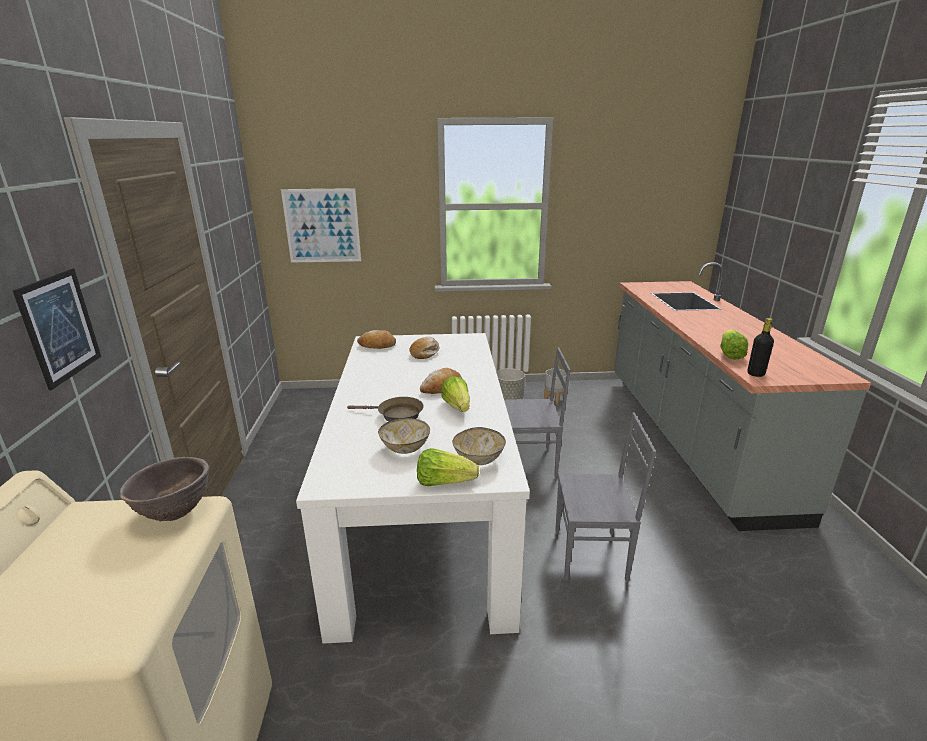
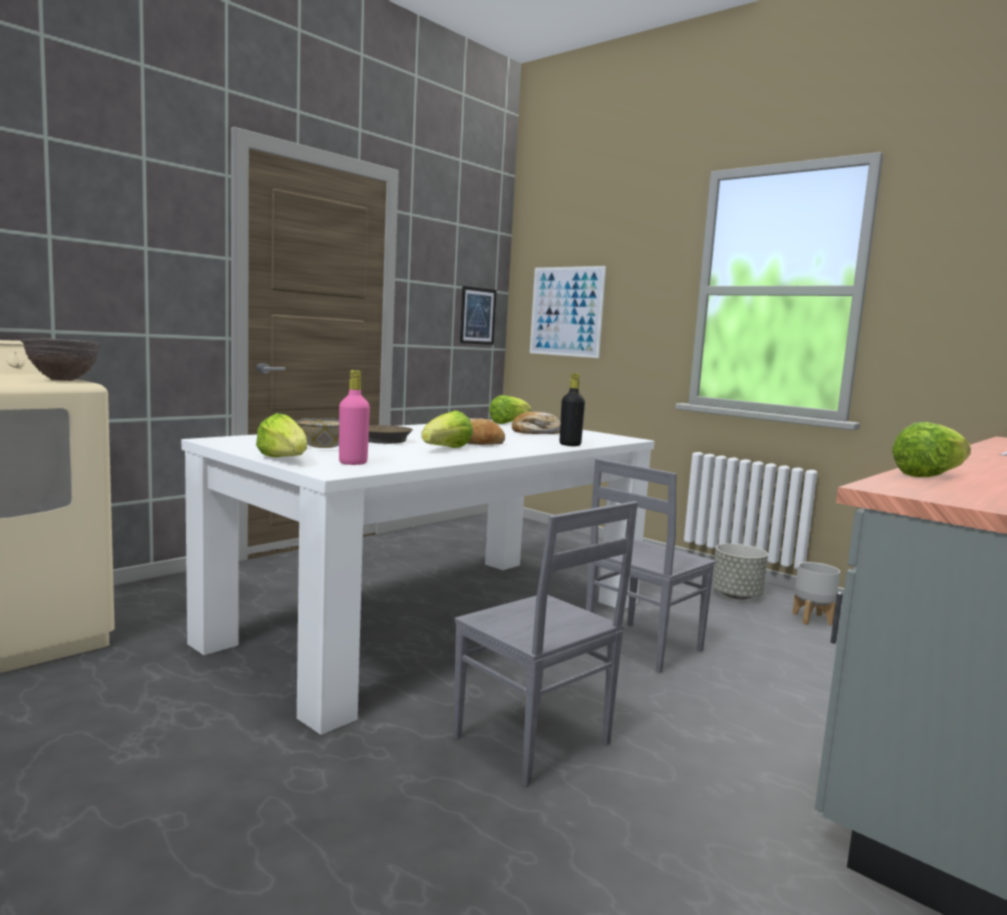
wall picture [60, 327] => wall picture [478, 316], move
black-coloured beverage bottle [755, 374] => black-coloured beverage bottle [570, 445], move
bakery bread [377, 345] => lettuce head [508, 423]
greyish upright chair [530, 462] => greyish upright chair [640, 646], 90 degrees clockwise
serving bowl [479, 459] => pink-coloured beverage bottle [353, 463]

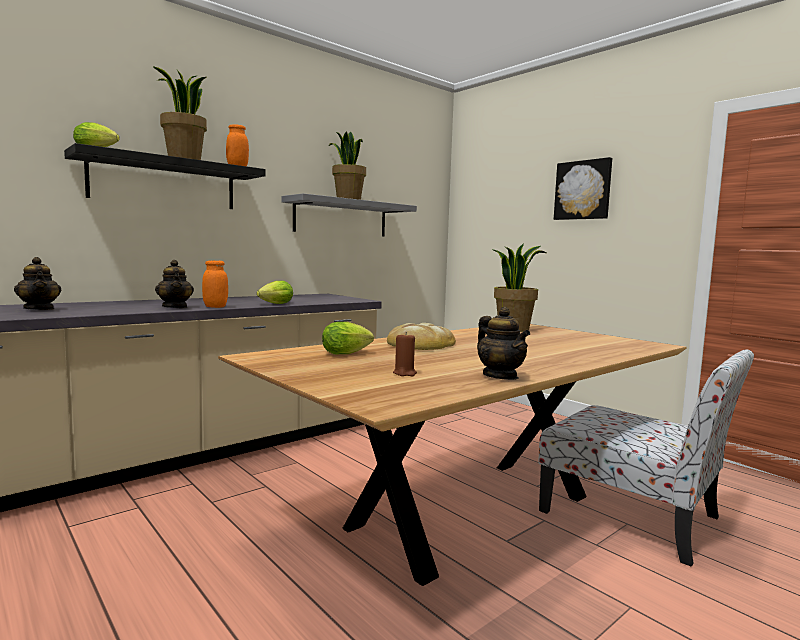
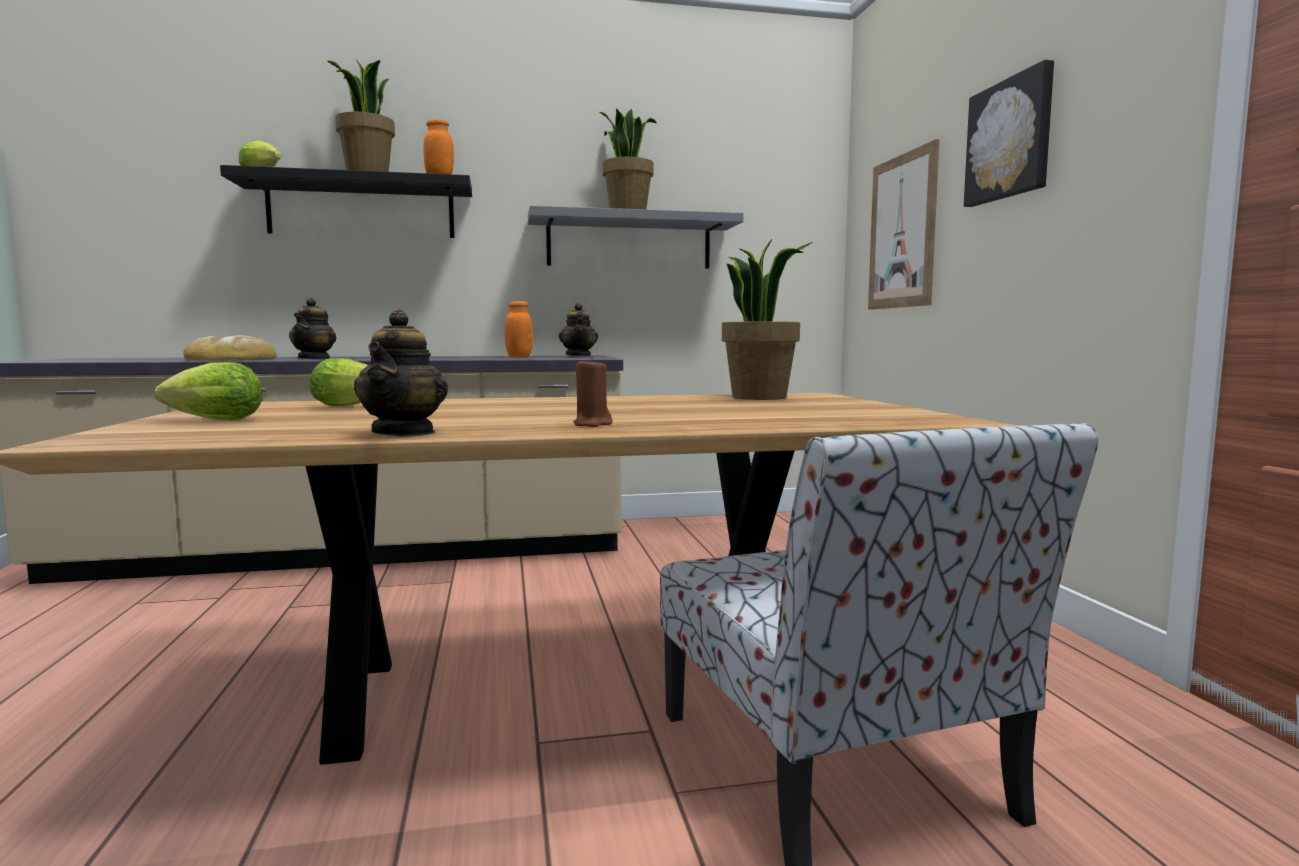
tea pot [39, 309] => tea pot [579, 356], move
orange preserve jar [215, 307] => orange preserve jar [519, 357], move
lettuce head [274, 304] => lettuce head [210, 421], move
bakery bread [420, 344] => bakery bread [231, 359], move
brownish wax light [405, 373] => brownish wax light [592, 424], move
nothing => wall picture [902, 232]

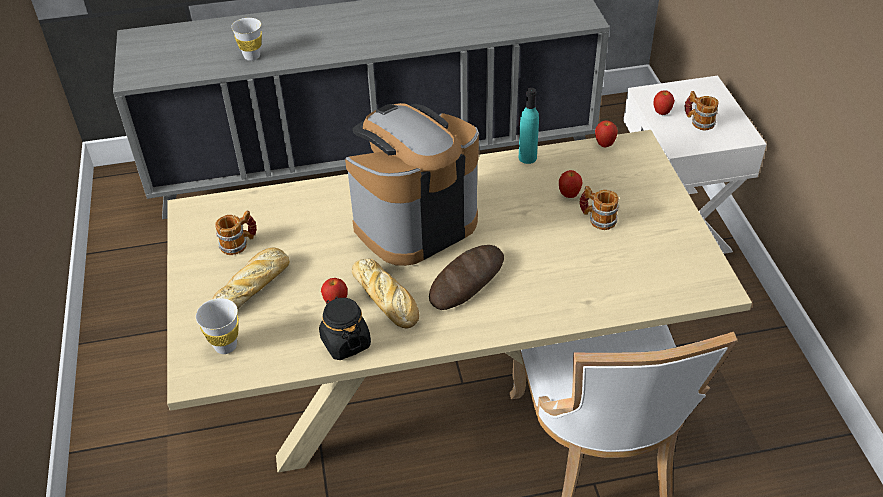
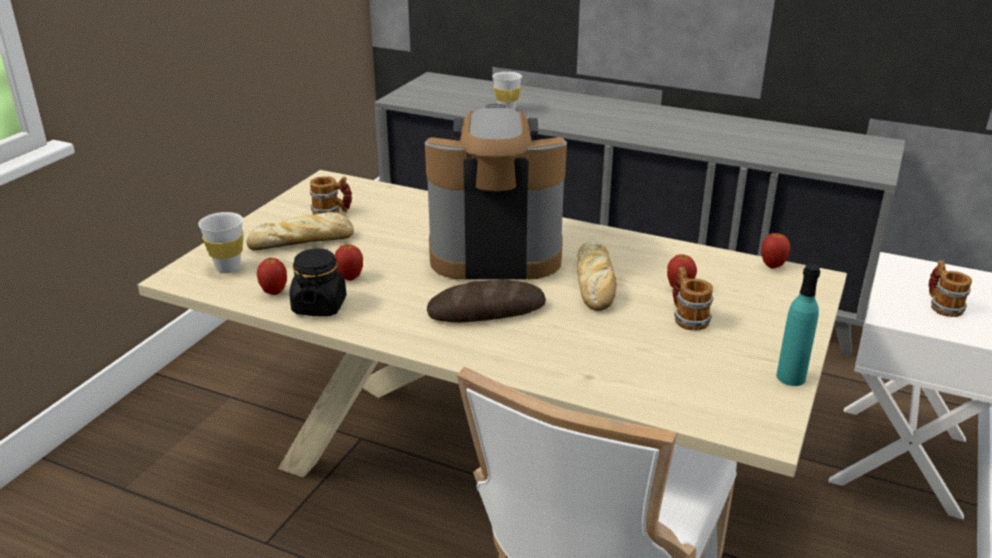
blue-green beverage bottle [527, 157] => blue-green beverage bottle [790, 377], move
apple [661, 113] => apple [274, 292], move
bakery bread [386, 298] => bakery bread [595, 284], move

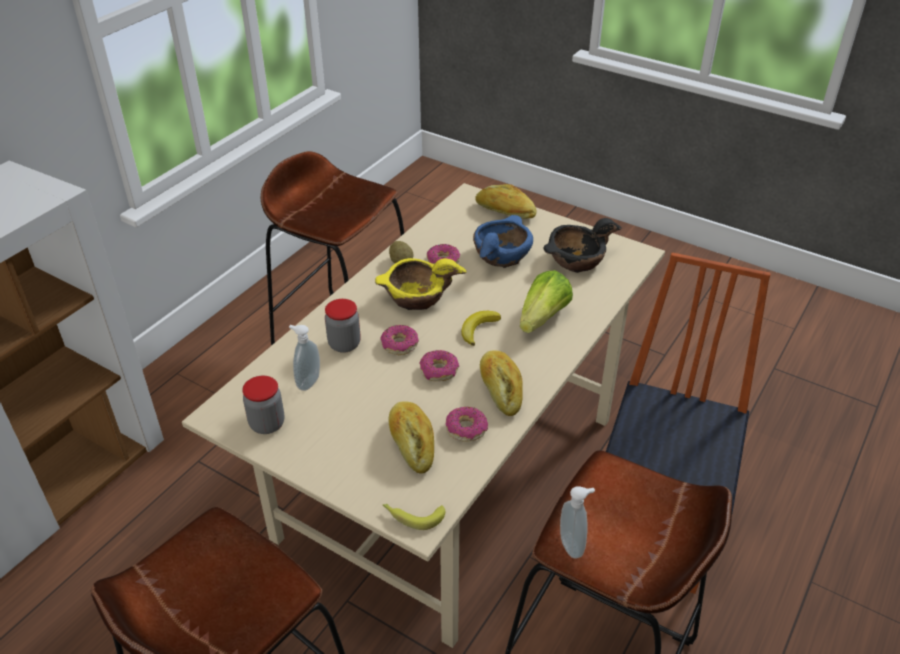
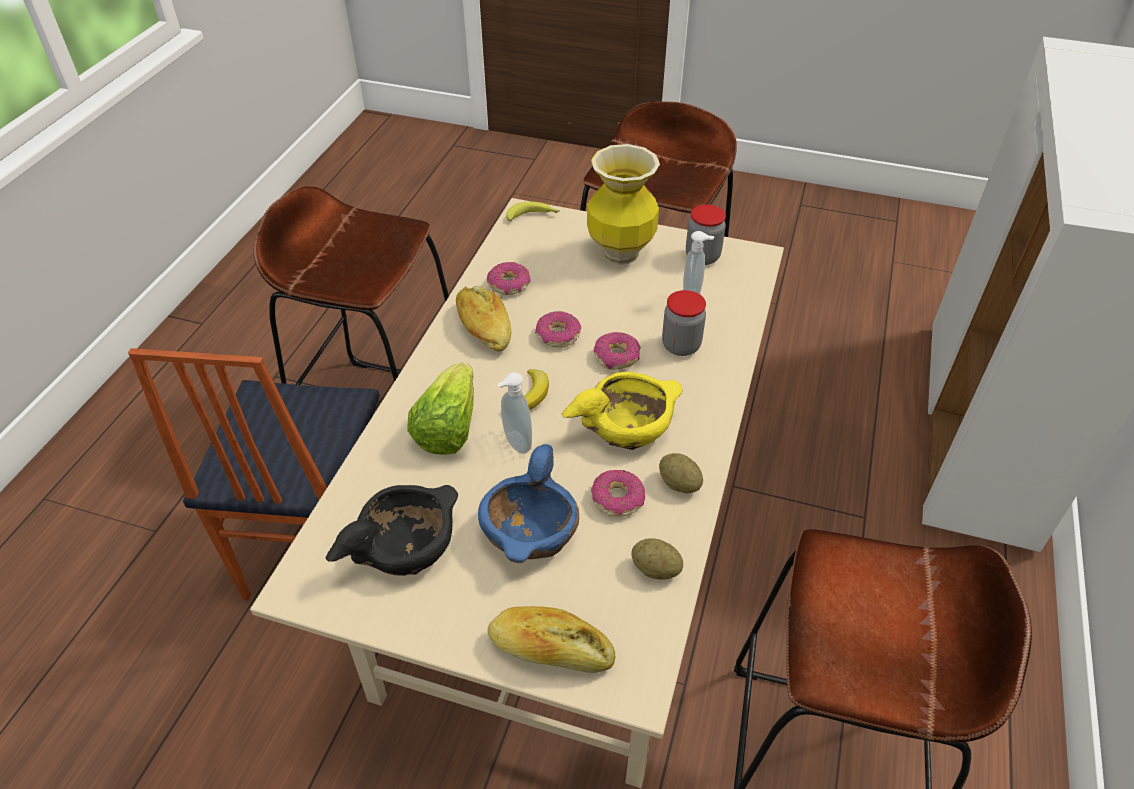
bakery bread [412, 443] => nothing
soap bottle [573, 545] => soap bottle [515, 443], move
nothing => flower vase [620, 253]
nothing => potato [655, 569]

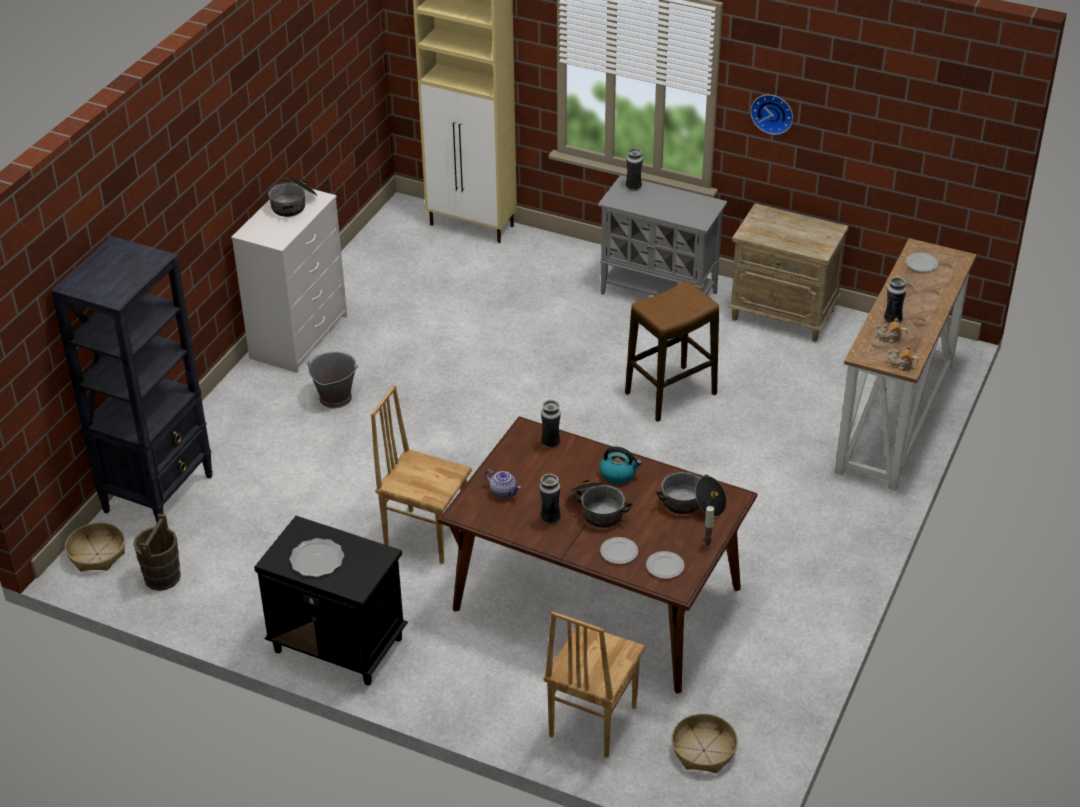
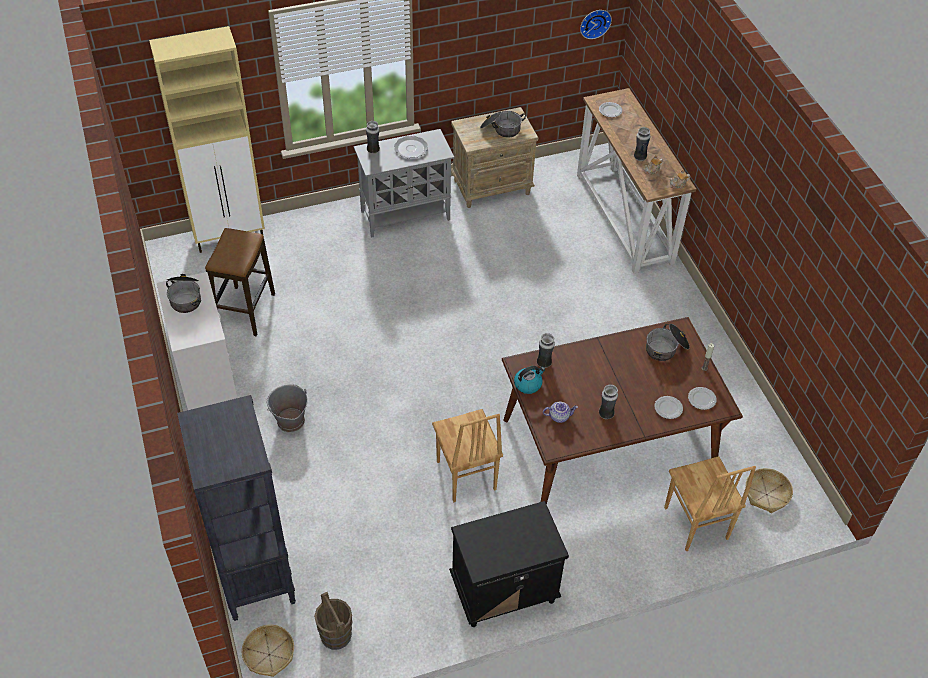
wall clock [773, 112] => wall clock [594, 22], move
sitting stool [670, 394] => sitting stool [246, 311], move
brownish upright chair [426, 535] => brownish upright chair [465, 476], 90 degrees counterclockwise
tea kettle [618, 474] => tea kettle [528, 384], move
stockpot [597, 509] => stockpot [501, 129], move
plate [317, 559] => plate [410, 148], move

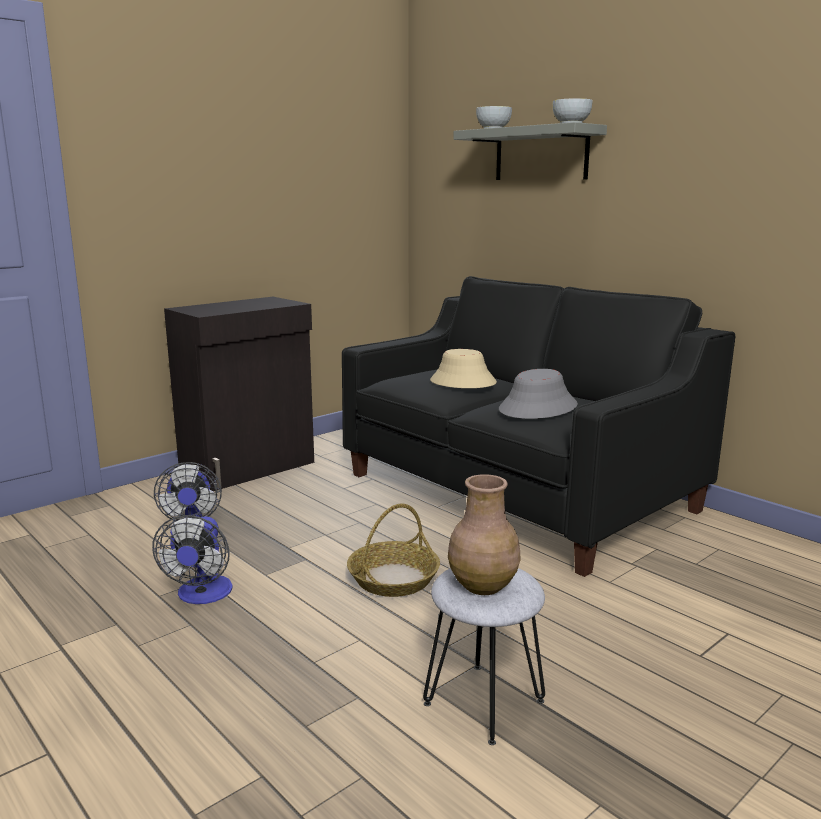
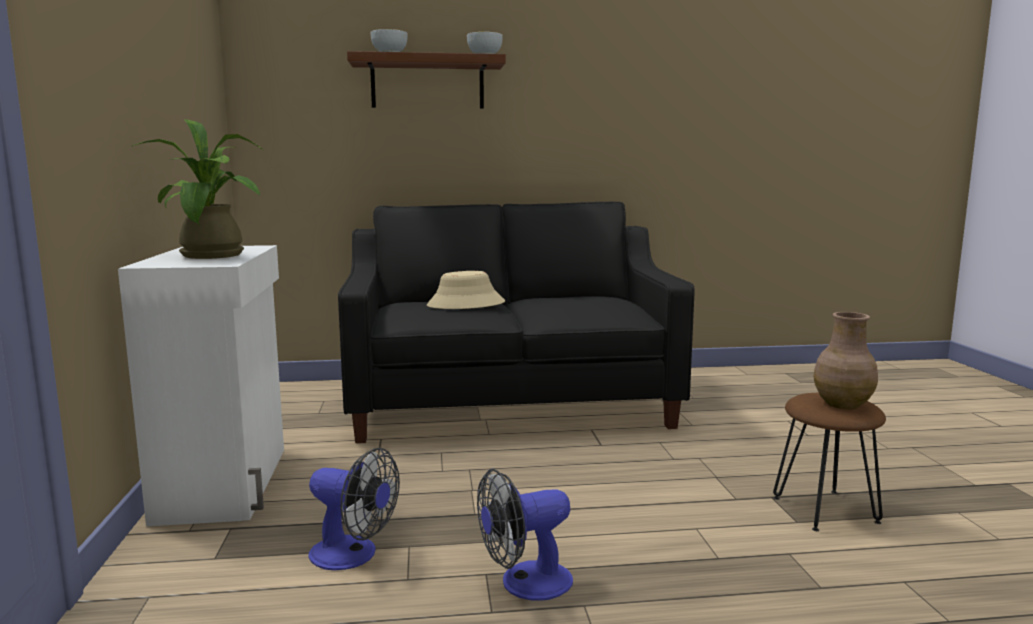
greyish wall shelf [541, 154] => brownish wall shelf [427, 84]
black-coloured cupboard [250, 468] => white-coloured cupboard [226, 483]
greyish clothing hat [538, 408] => nothing
storage basket [393, 579] => nothing
cooling fan [202, 595] => cooling fan [525, 584], 120 degrees clockwise
greyish sitting stool [484, 703] => brownish sitting stool [826, 510]
nothing => plant in a pot [211, 256]

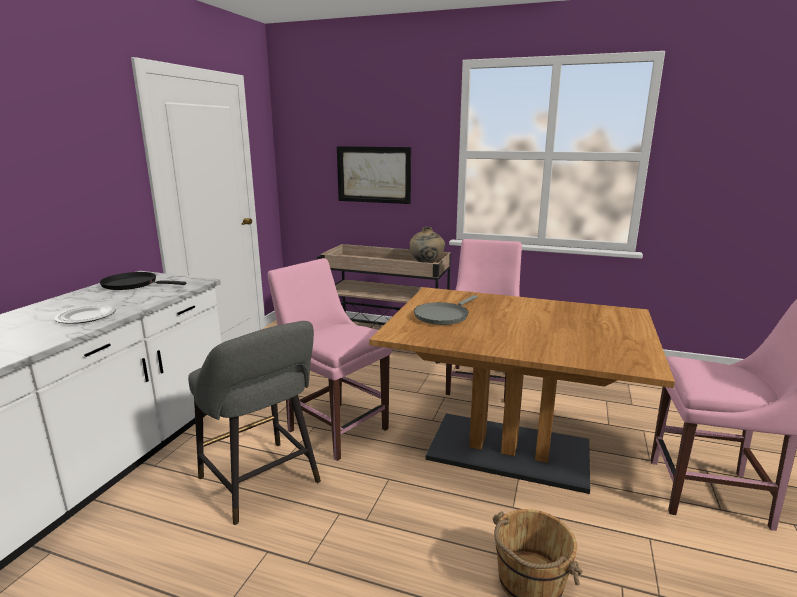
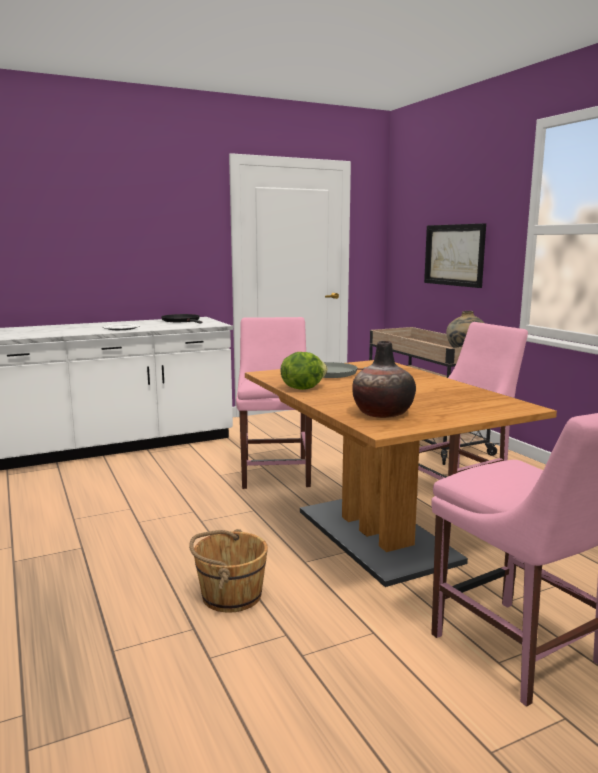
greyish sitting stool [262, 483] => nothing
nothing => flower vase [382, 413]
nothing => lettuce head [302, 388]

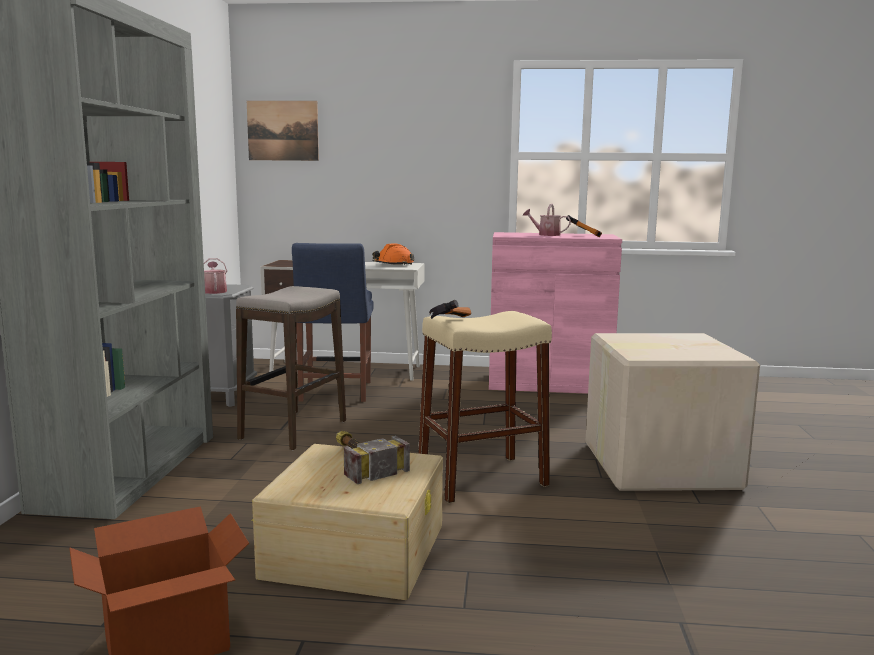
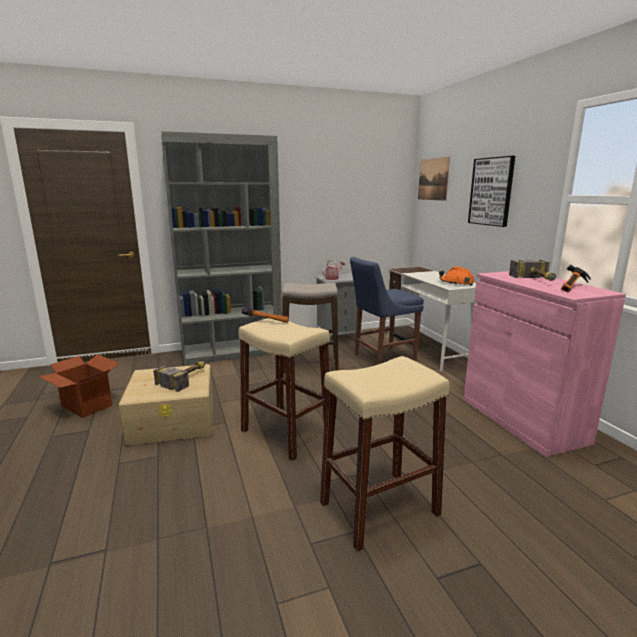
watering can [546, 234] => hammer [537, 280]
cardboard box [657, 465] => beige-coloured sitting stool [379, 508]
nothing => wall picture [491, 191]

